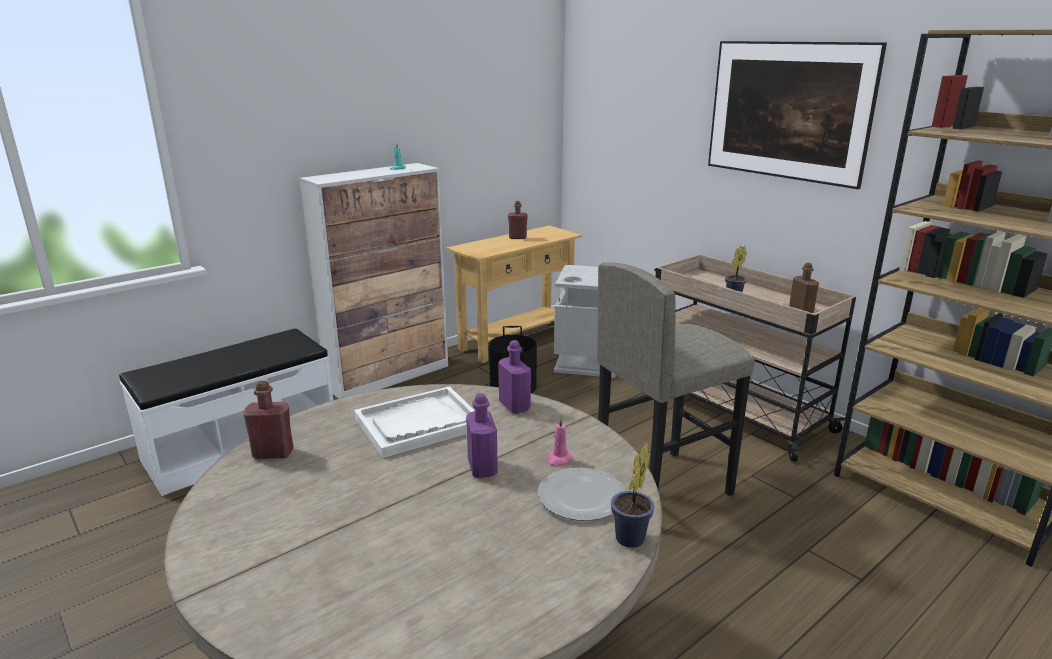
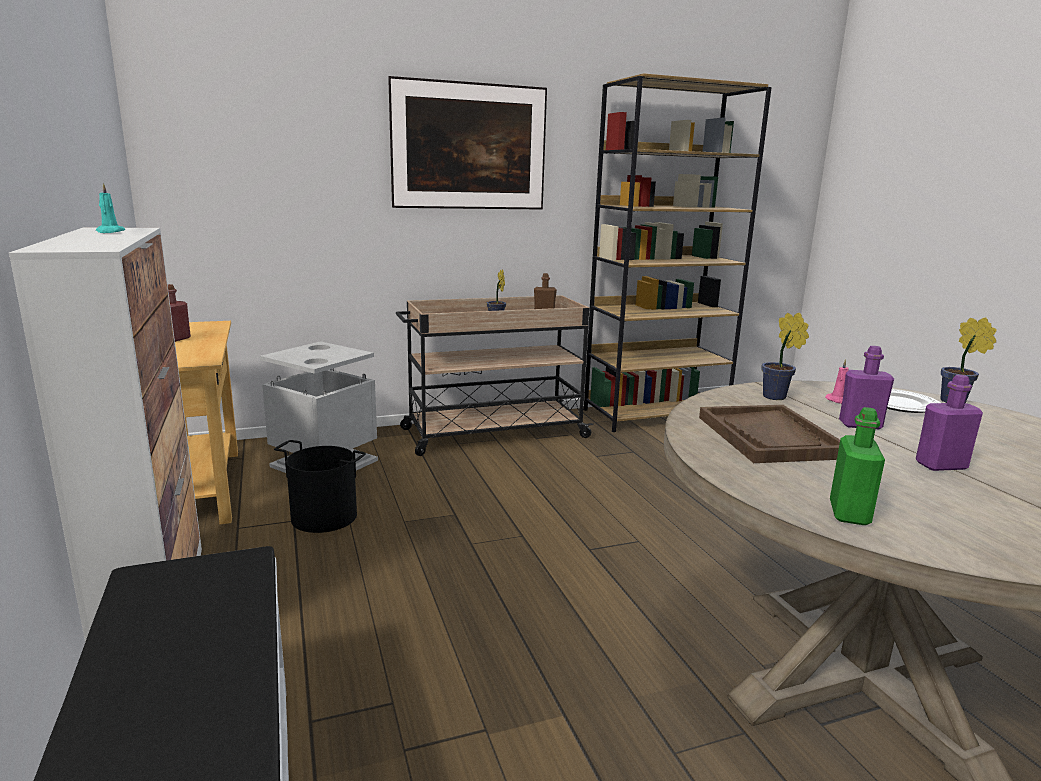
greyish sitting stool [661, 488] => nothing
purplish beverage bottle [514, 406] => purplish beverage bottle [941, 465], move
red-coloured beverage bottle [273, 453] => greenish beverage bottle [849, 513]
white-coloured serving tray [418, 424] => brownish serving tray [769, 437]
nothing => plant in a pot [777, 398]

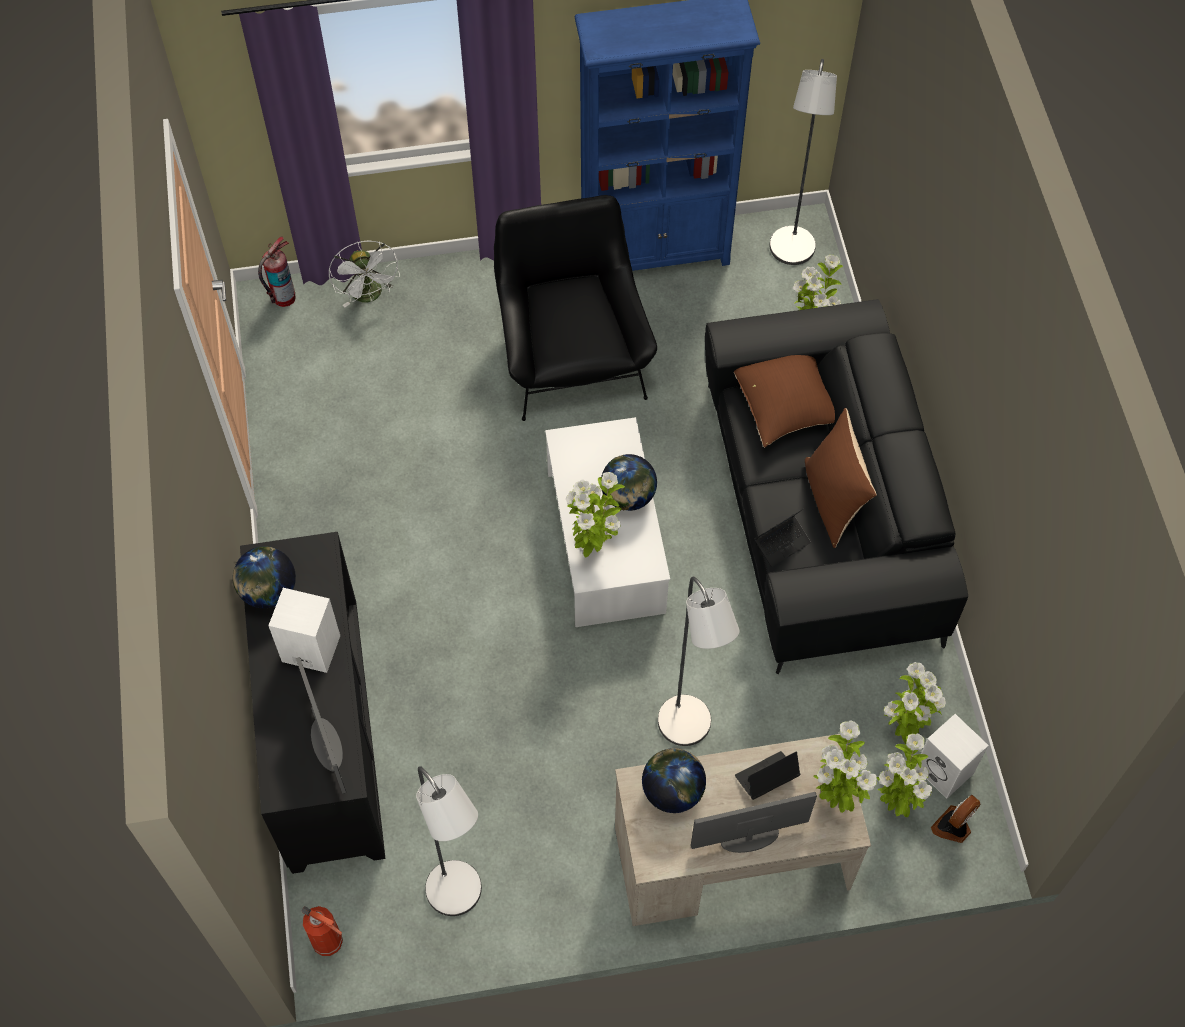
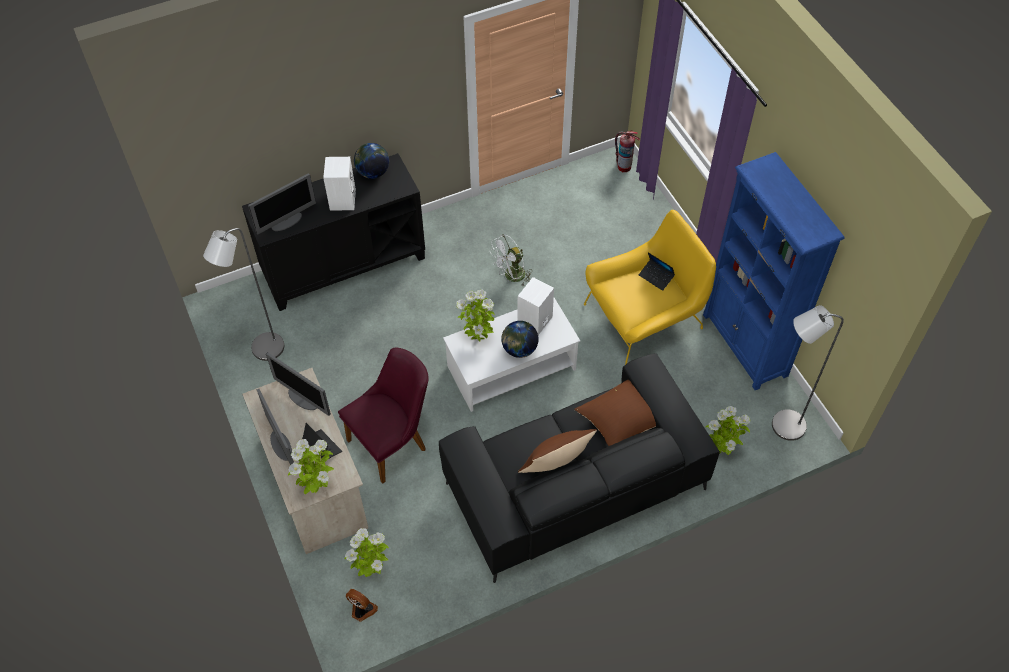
black-coloured lounge chair [571, 353] => yellow lounge chair [644, 317]
white-coloured cooling fan [370, 296] => white-coloured cooling fan [511, 277], move
laptop [782, 543] => laptop [656, 277], move
greyish standing lamp [689, 730] => purplish upright chair [393, 442]
plant in a pot [903, 729] => nothing
white-coloured loudspeaker [945, 771] => white-coloured loudspeaker [535, 321], move
globe [672, 791] => monitor [303, 399]
extinguisher [329, 942] => nothing

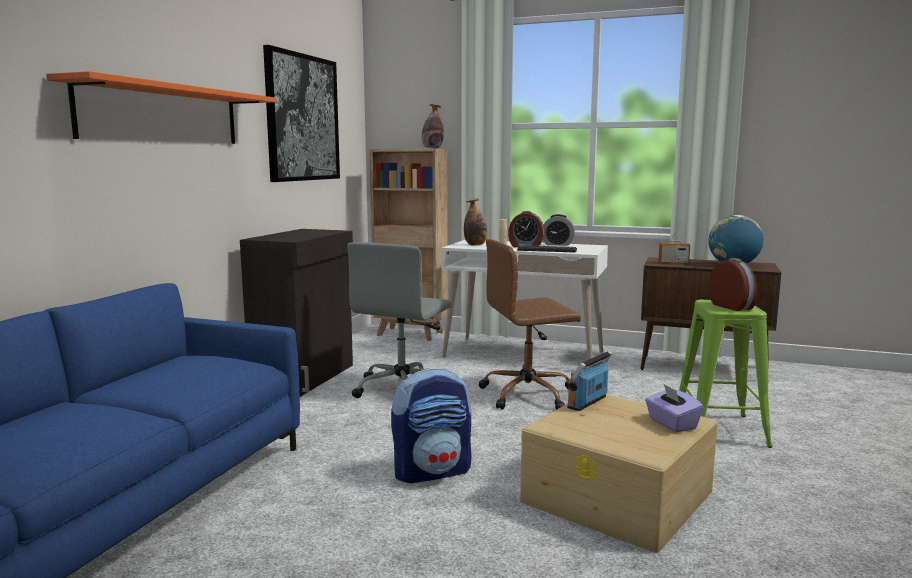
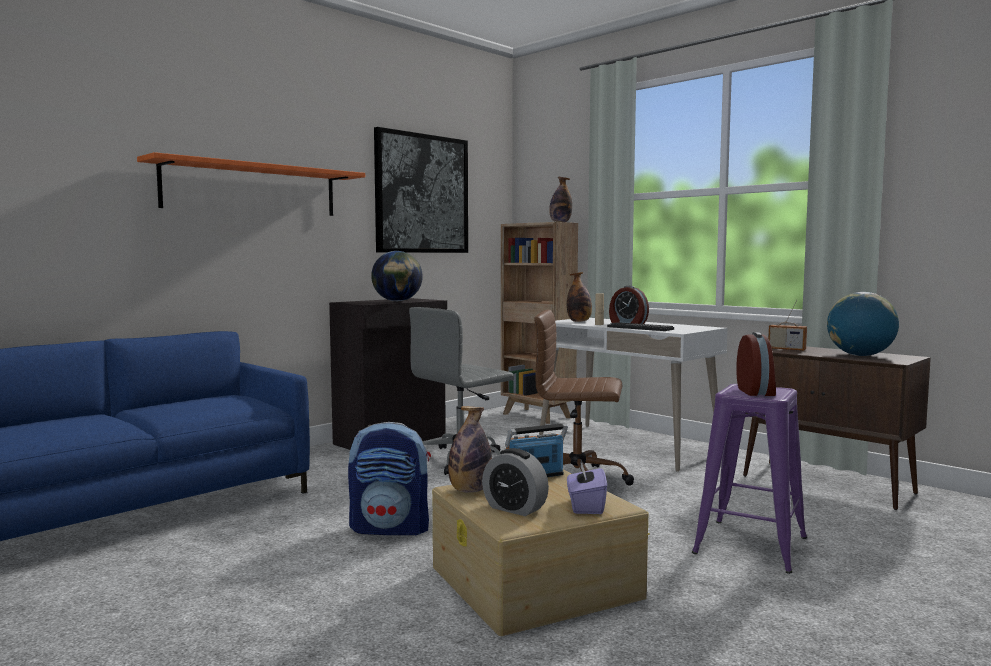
table clock [557, 244] => table clock [514, 508], move
greenish sitting stool [719, 430] => purplish sitting stool [750, 546]
nothing => globe [397, 301]
nothing => beverage bottle [469, 491]

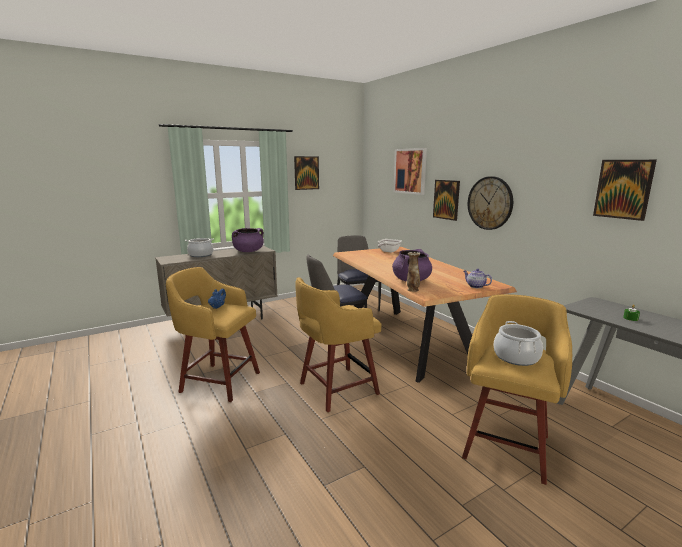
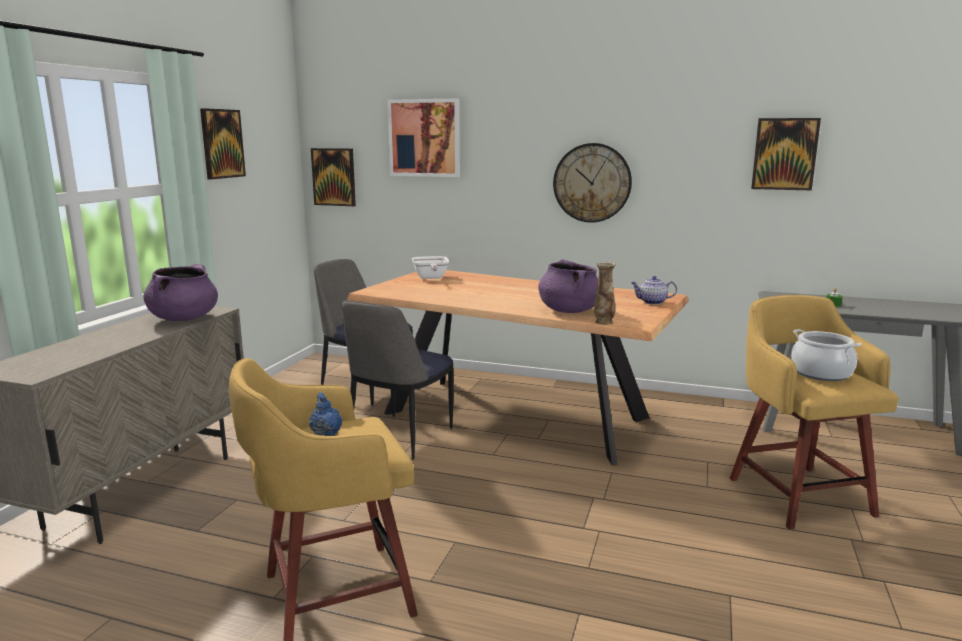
wall picture [446, 199] => wall picture [334, 177], move
stockpot [200, 255] => nothing
yellow sitting stool [336, 389] => nothing

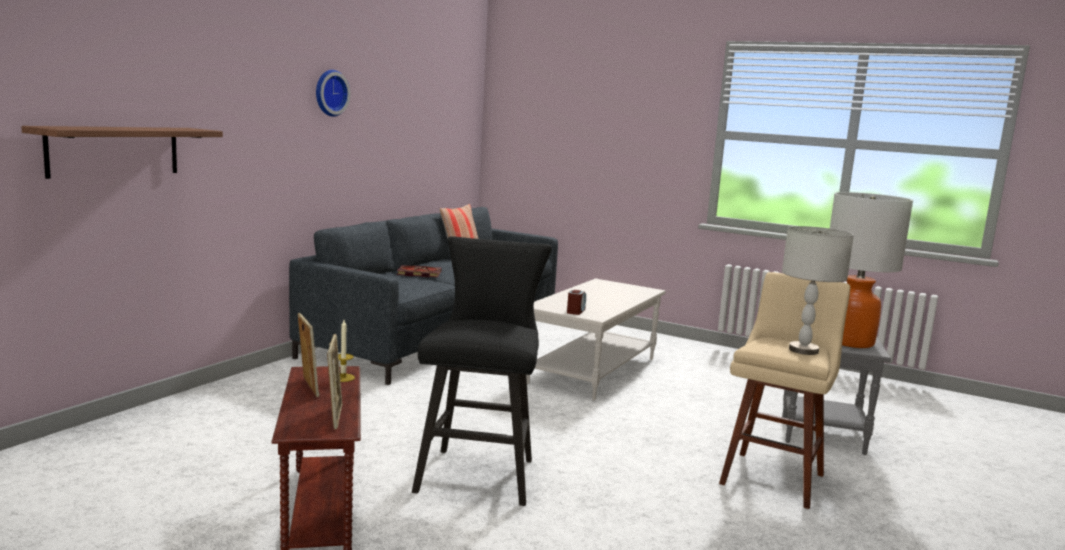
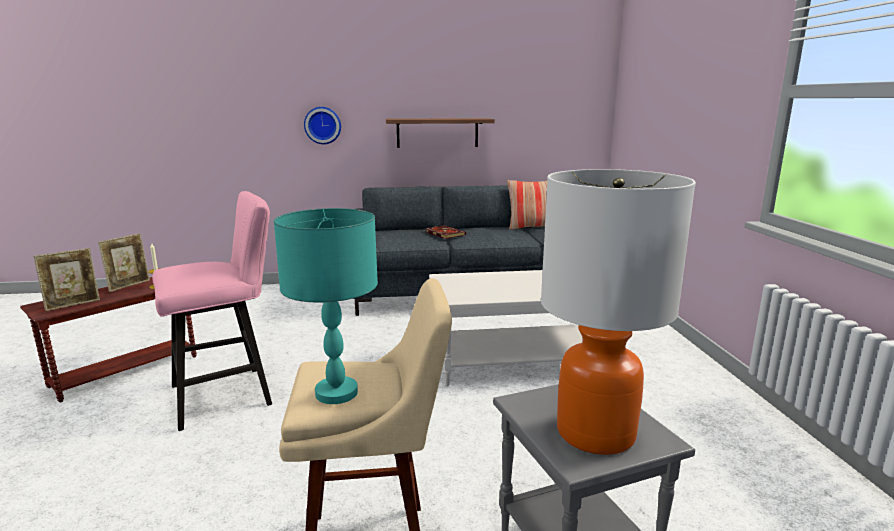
wall clock [329, 93] => wall clock [322, 125], move
wall shelf [114, 151] => wall shelf [437, 132], move
greyish table lamp [803, 350] => blue-green table lamp [336, 392]
black-coloured sitting stool [479, 472] => pink-coloured sitting stool [229, 394]
table clock [576, 311] => nothing

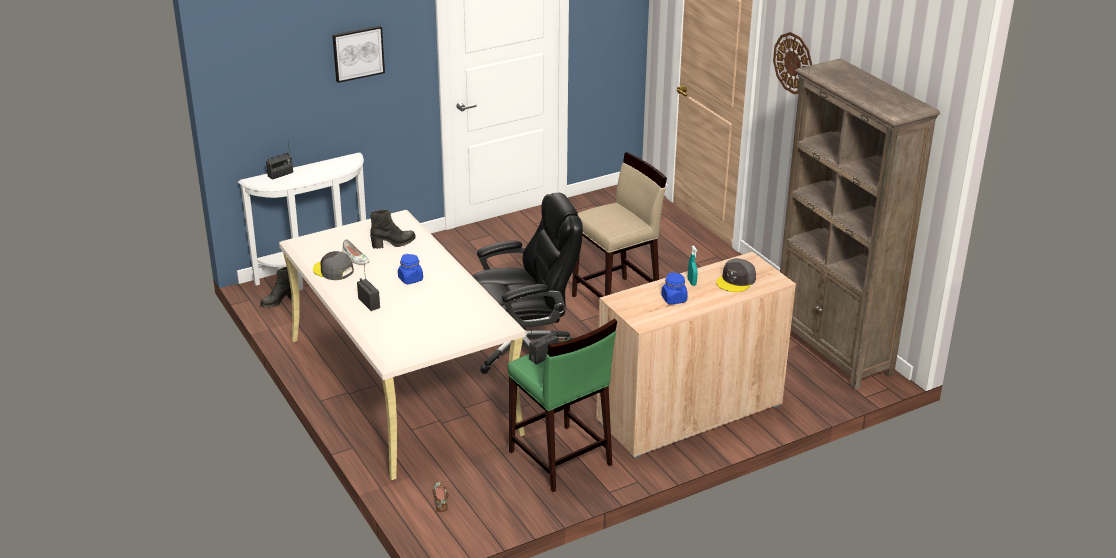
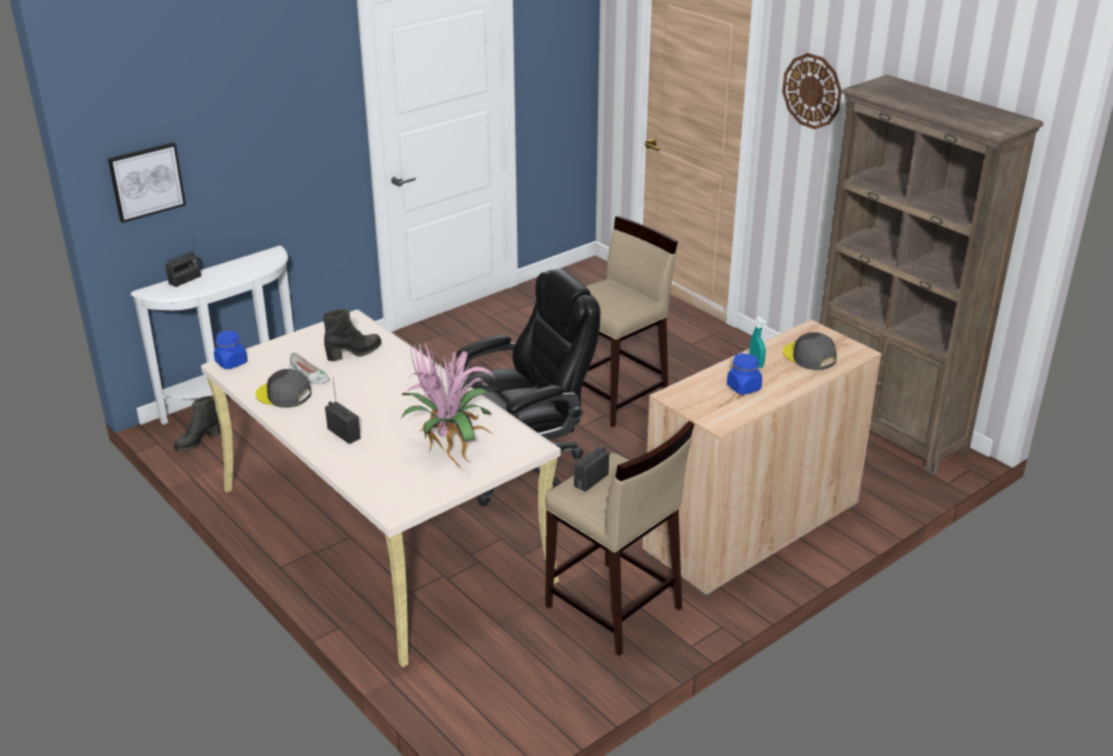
wall picture [358, 53] => wall picture [146, 181], move
blue-coloured preserve jar [410, 279] => blue-coloured preserve jar [231, 363], move
greyish cap [736, 281] => greyish cap [809, 357], 120 degrees clockwise
greenish sitting stool [560, 459] => beige-coloured sitting stool [613, 608]
brownish low shoe [441, 499] => nothing
nothing => plant in a pot [450, 446]

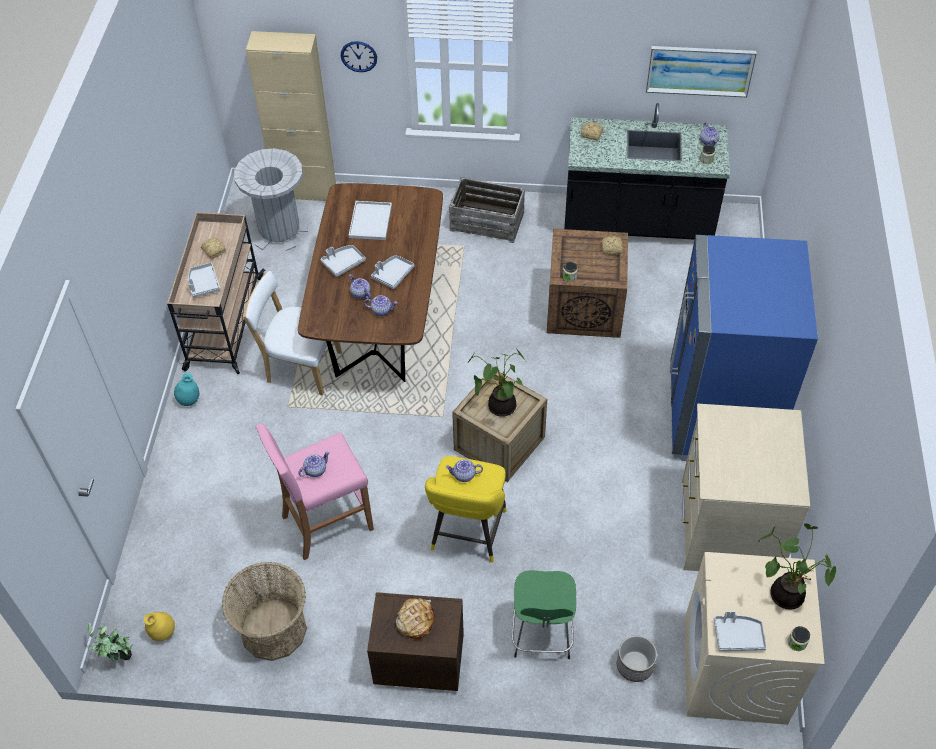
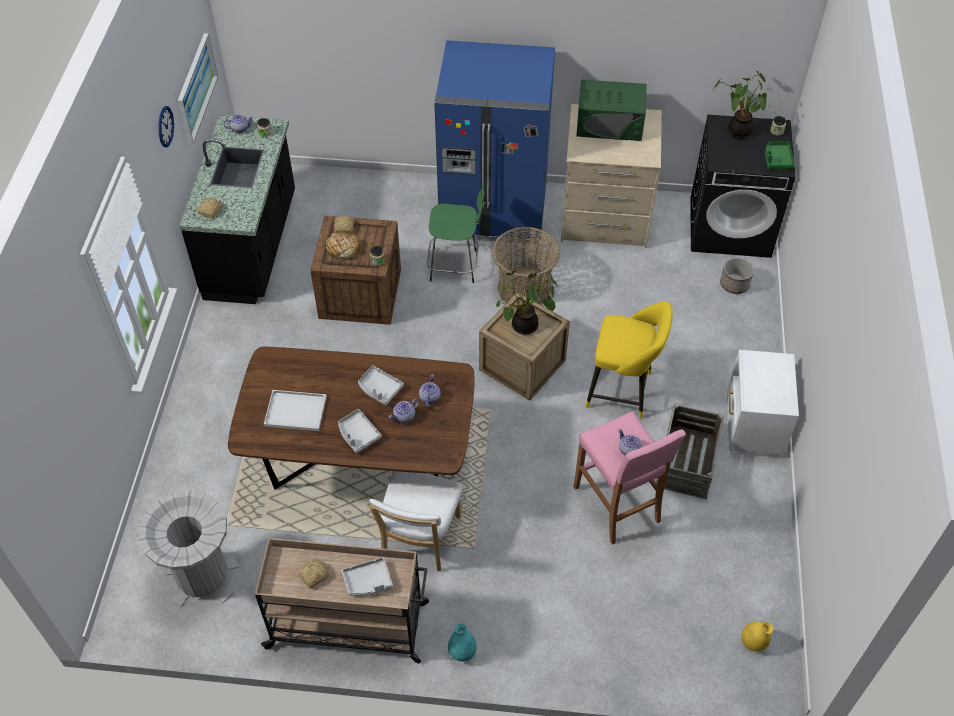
beige-coloured cupboard [305, 191] => nothing
wall clock [359, 56] => wall clock [165, 126], move
packing crate [487, 221] => packing crate [686, 461], move
tea pot [464, 475] => nothing
beige-coloured laundry appliance [735, 671] => black-coloured laundry appliance [730, 227]
storage basket [273, 630] => storage basket [524, 288], move
greenish sitting stool [541, 635] => greenish sitting stool [455, 266], move
brownish bedside table [418, 661] => white-coloured bedside table [751, 427]
bakery bread [415, 621] => bakery bread [342, 250], move
greyish serving tray [738, 636] => greenish serving tray [777, 159]
plant in a pot [119, 659] => nothing
nothing => greenish kitchen microwave [609, 124]

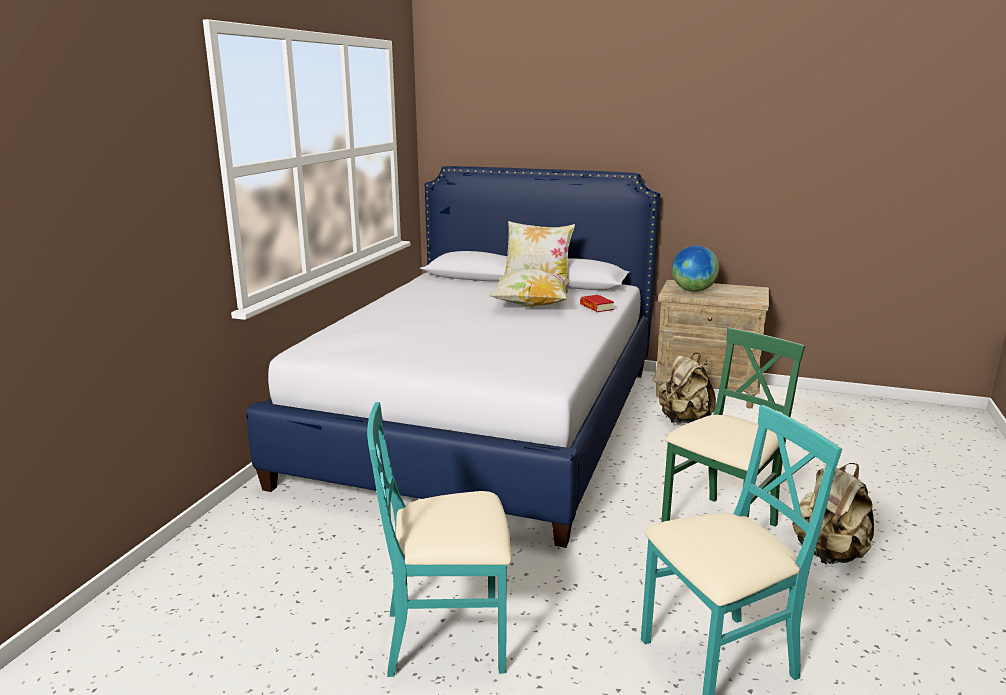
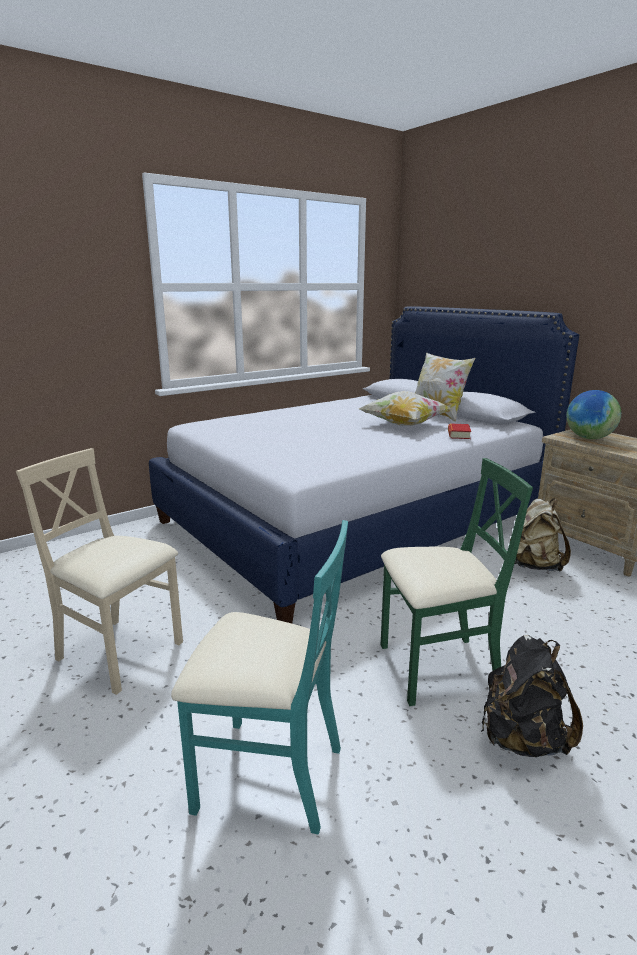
blue-green upright chair [447, 637] => beige-coloured upright chair [120, 653]
beige-coloured backpack [829, 553] => black-coloured backpack [522, 739]

